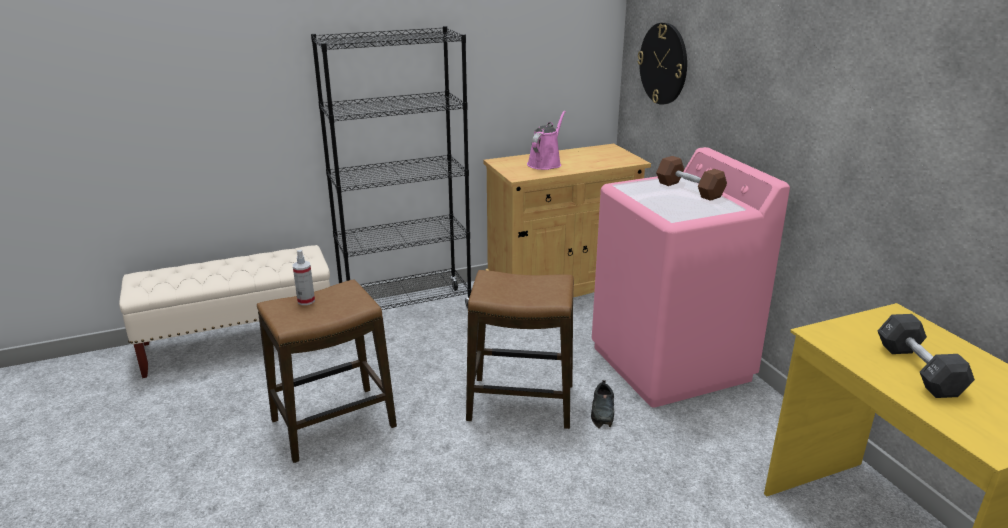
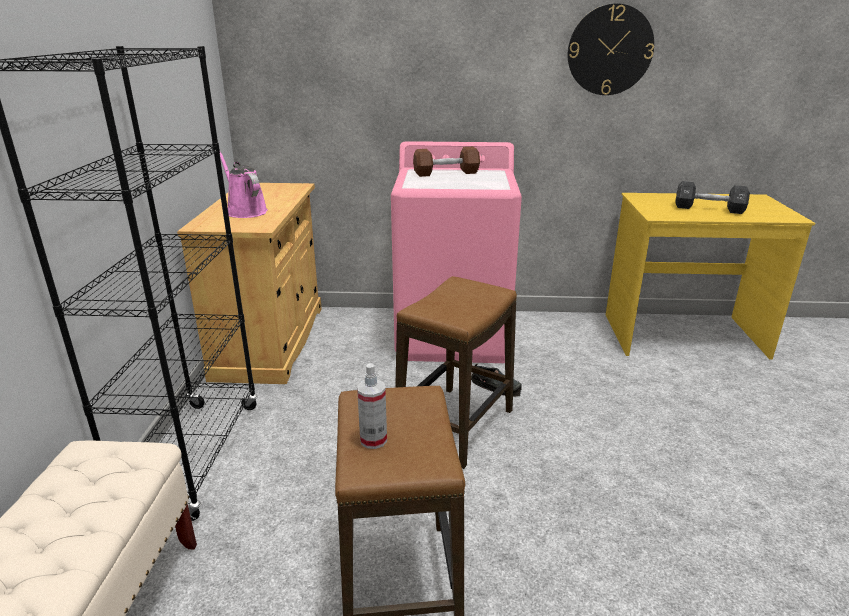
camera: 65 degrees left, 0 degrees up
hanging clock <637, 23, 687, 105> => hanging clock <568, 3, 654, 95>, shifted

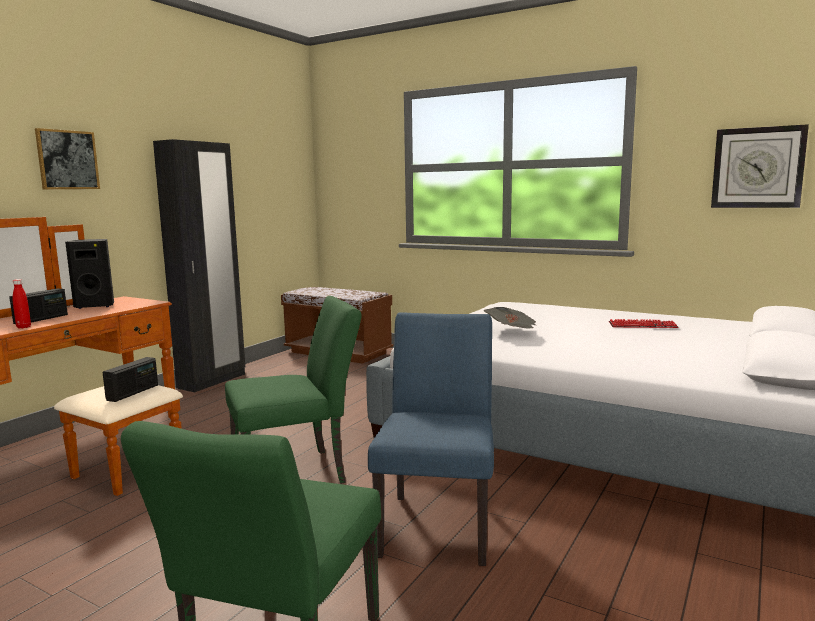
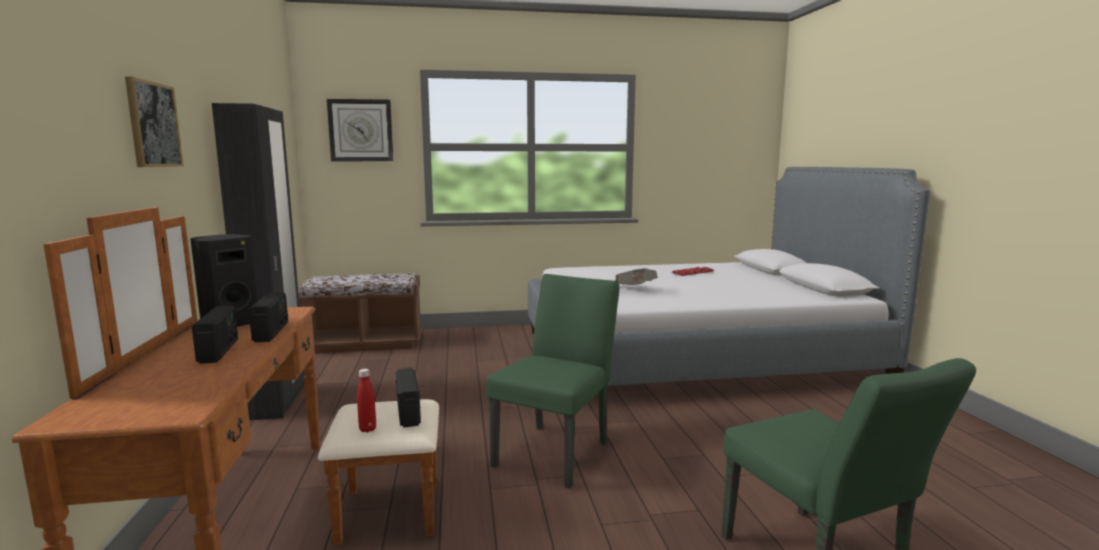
camera: 40 degrees left, 0 degrees up
hanging clock <711, 124, 809, 208> => hanging clock <327, 99, 393, 161>, shifted
reddish bottle <13, 279, 31, 328> => reddish bottle <357, 369, 376, 432>, shifted
blue-coloured chair <368, 312, 494, 566> => nothing
nothing => radio <249, 292, 288, 342>

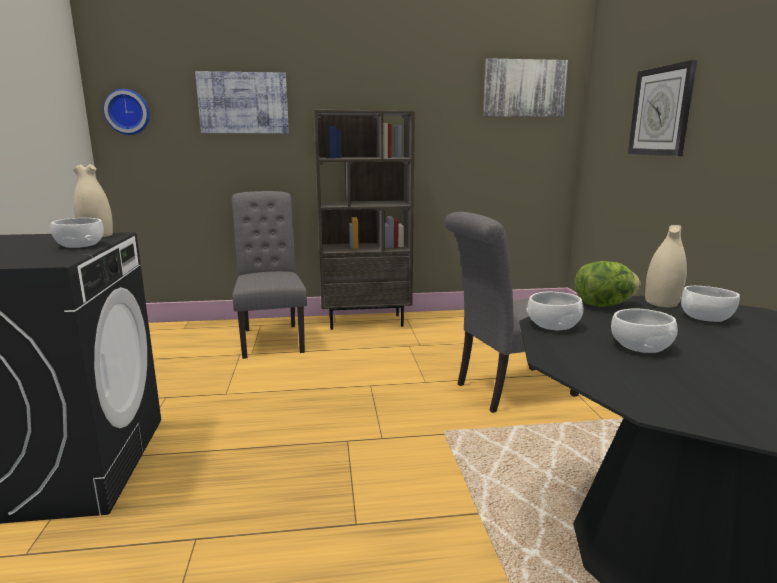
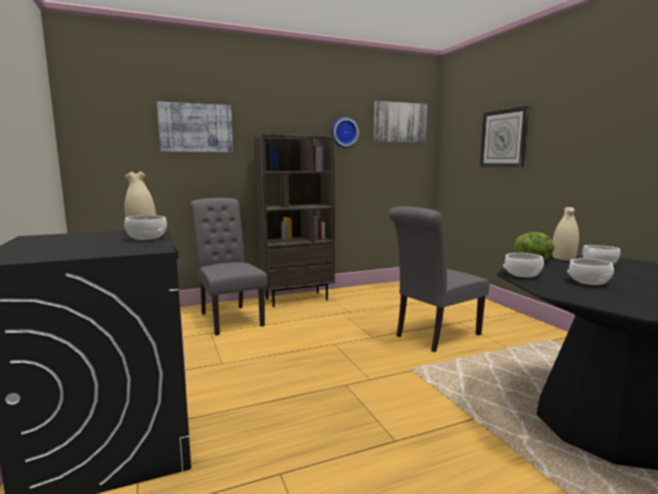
camera: 15 degrees left, 5 degrees down
hanging clock <103, 89, 150, 135> => hanging clock <331, 117, 359, 148>, shifted

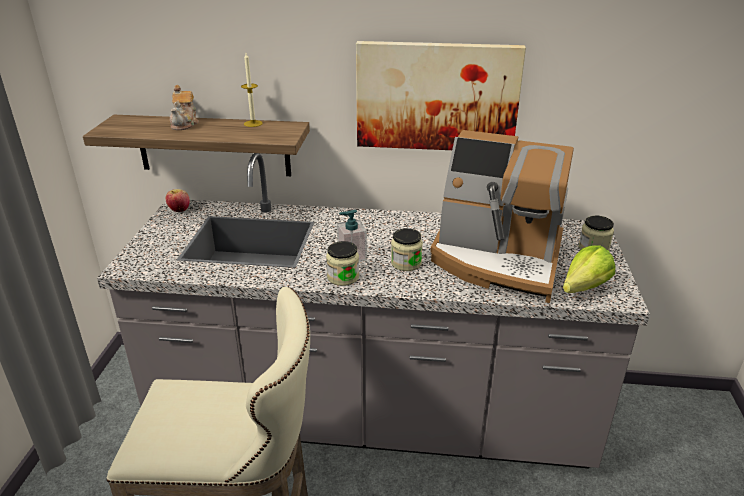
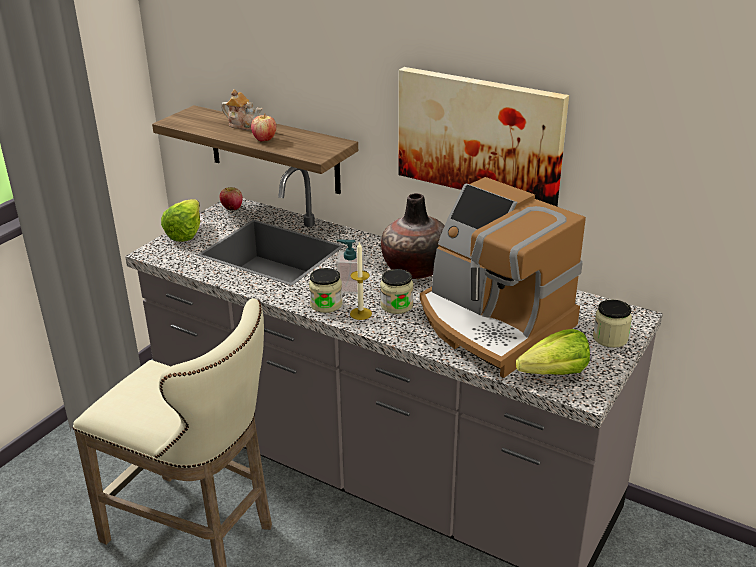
camera: 25 degrees right, 0 degrees up
candle <241, 53, 263, 127> => candle <350, 242, 372, 320>, shifted
teapot <170, 85, 199, 130> => teapot <221, 89, 262, 131>, 90 degrees counterclockwise
nothing => apple <251, 113, 276, 141>
nothing => vase <381, 193, 445, 279>
nothing => lettuce head <161, 199, 200, 242>

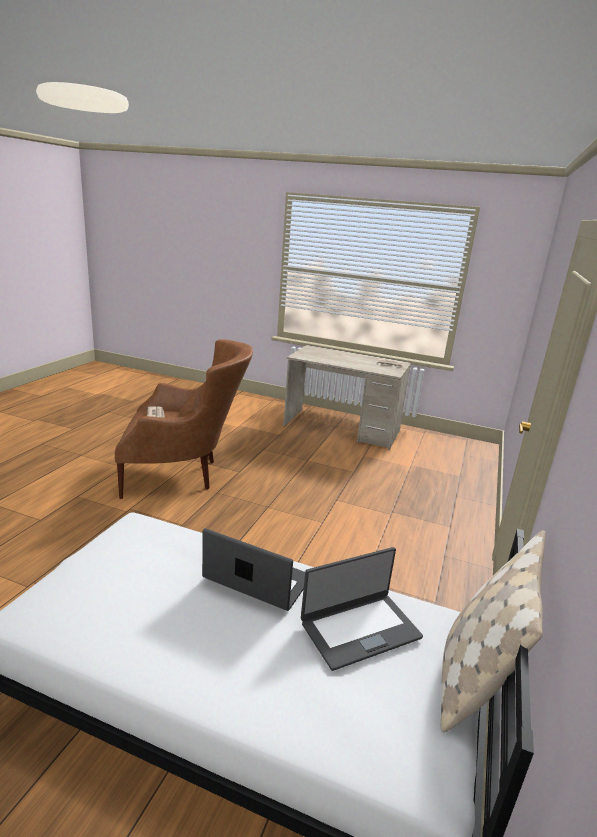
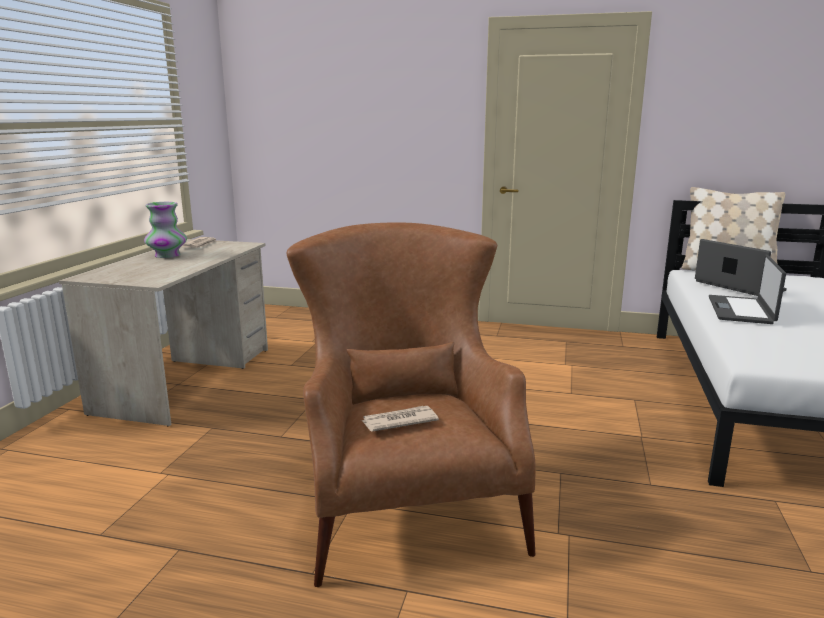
camera: 95 degrees left, 5 degrees down
nothing => vase <144, 202, 187, 258>

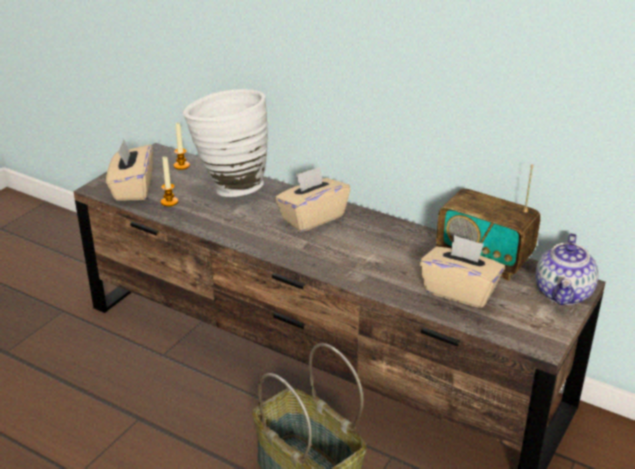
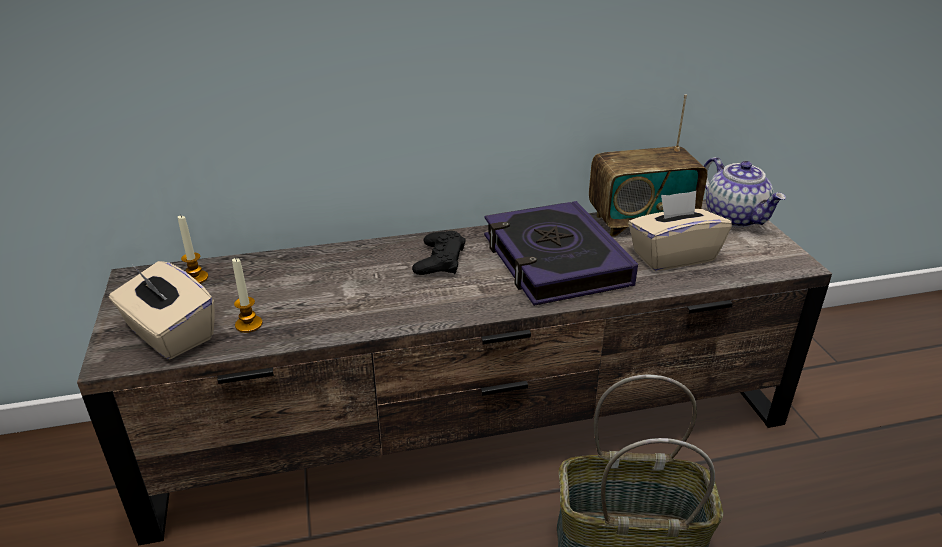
camera: 45 degrees left, 0 degrees up
white-coloured vase <183, 89, 268, 197> => nothing
beige-coloured box of tissues <275, 166, 350, 232> => black-coloured gamepad <412, 231, 466, 275>
nothing => volume <484, 201, 638, 306>

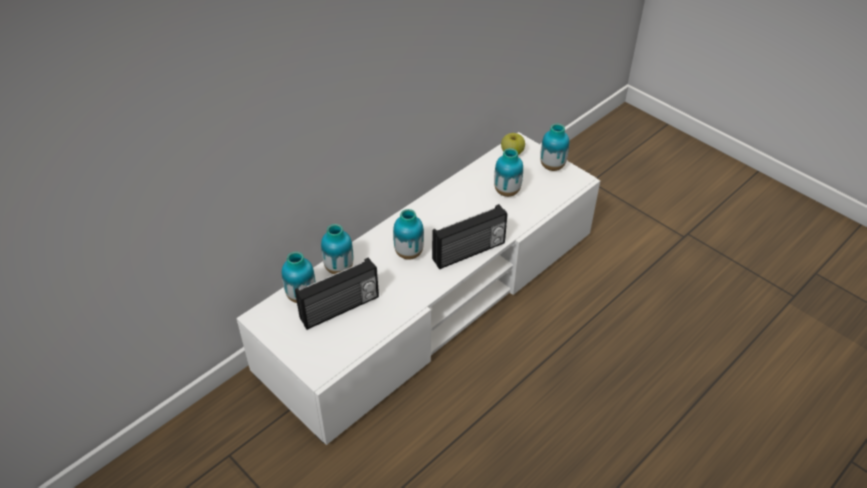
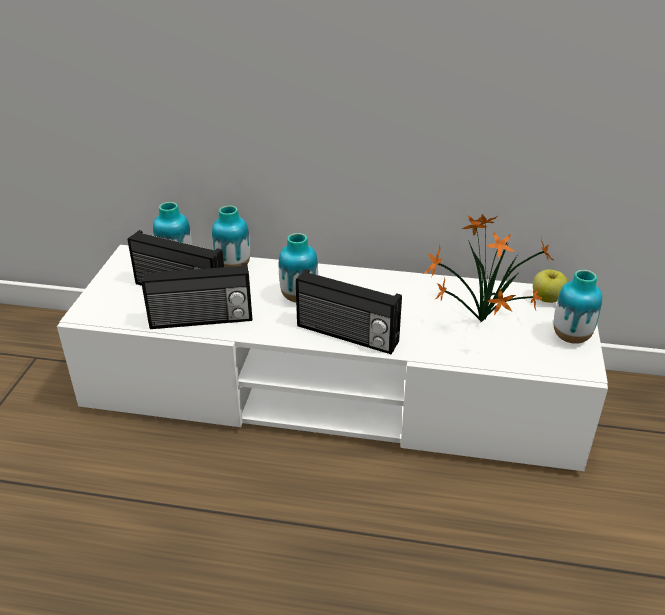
camera: 55 degrees right, 10 degrees down
vase <494, 148, 523, 197> => plant in a pot <423, 214, 555, 322>
nothing => radio <142, 263, 252, 329>

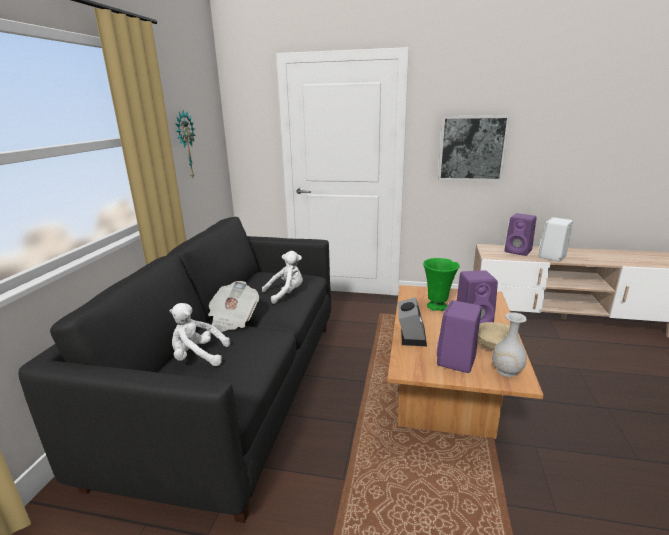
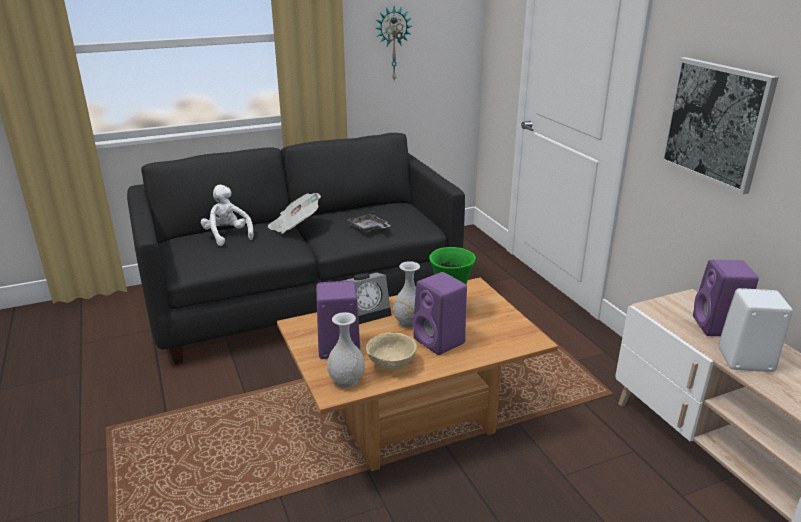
camera: 55 degrees right, 5 degrees up
white-coloured soft toy <262, 251, 303, 304> => grey serving tray <348, 211, 391, 233>
nothing => white-coloured vase <393, 261, 420, 328>

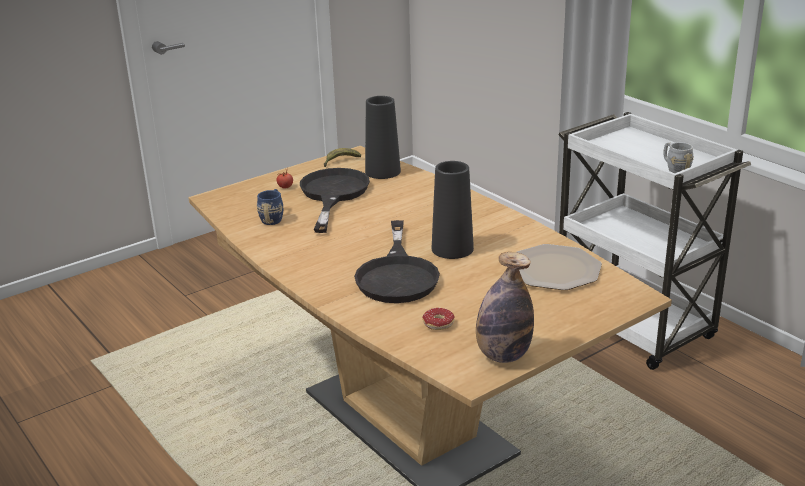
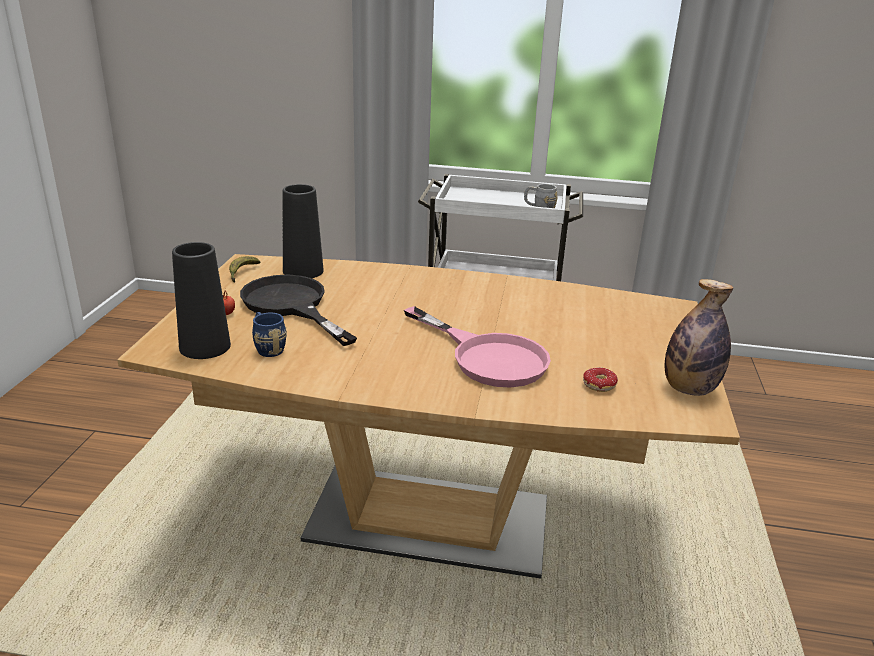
camera: 45 degrees left, 0 degrees up
black-coloured vase <432, 161, 474, 259> => black-coloured vase <172, 242, 231, 359>, shifted
black-coloured pan <354, 220, 440, 303> => pink-coloured pan <404, 306, 551, 388>
flat dish <517, 244, 602, 290> => nothing

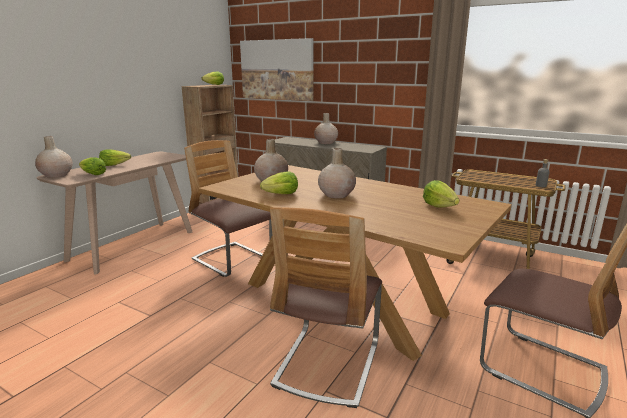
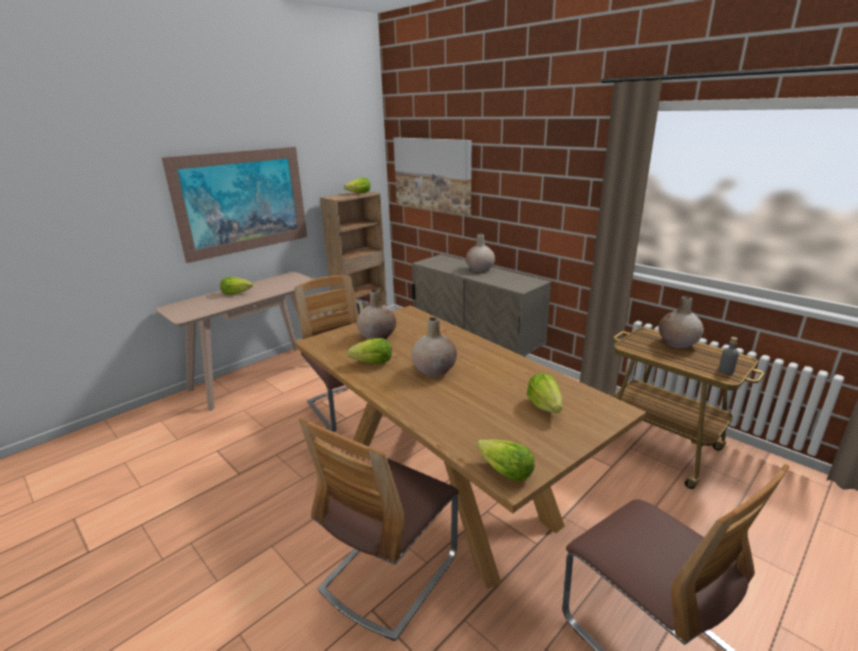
camera: 15 degrees right, 5 degrees up
beige-coloured vase <35, 136, 73, 178> => beige-coloured vase <659, 296, 704, 348>, shifted
lettuce head <79, 157, 106, 175> => lettuce head <476, 439, 534, 481>, shifted
nothing => picture <162, 147, 307, 263>

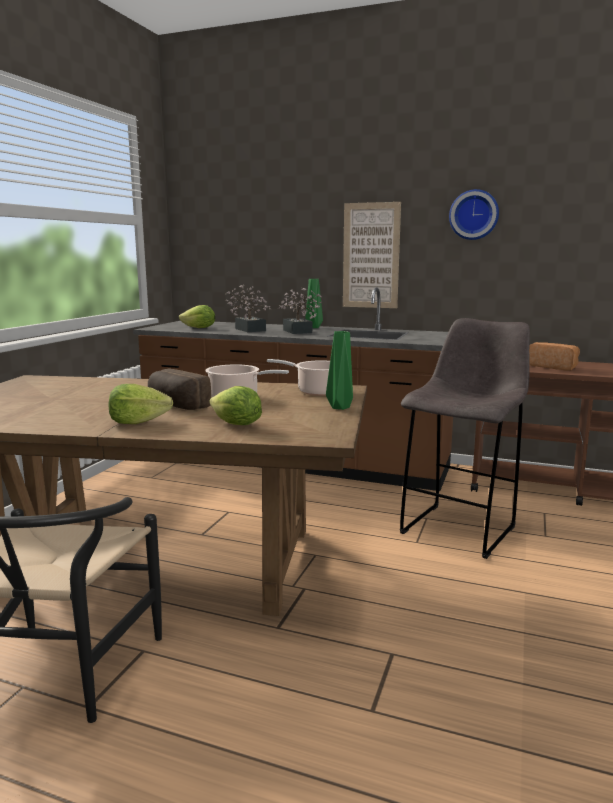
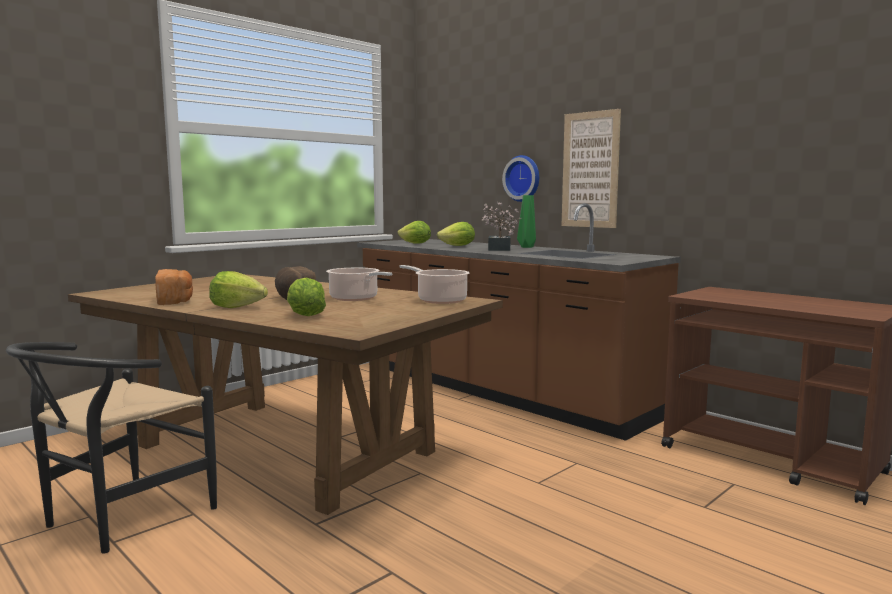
camera: 25 degrees right, 5 degrees down
hanging clock <449, 189, 499, 240> => hanging clock <502, 155, 539, 202>, shifted
plant in a pot <226, 285, 272, 332> => lettuce head <437, 222, 475, 246>
grey stool <400, 318, 530, 559> => nothing
green vase <326, 331, 353, 410> => nothing
baked bread <529, 342, 580, 370> => baked bread <155, 269, 193, 305>, shifted

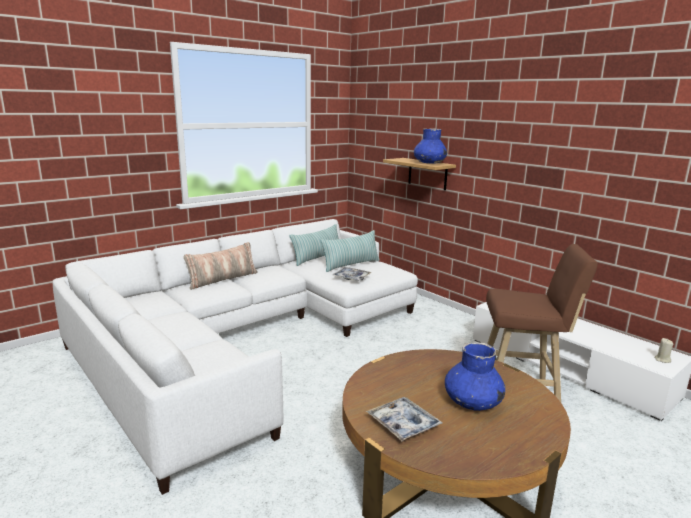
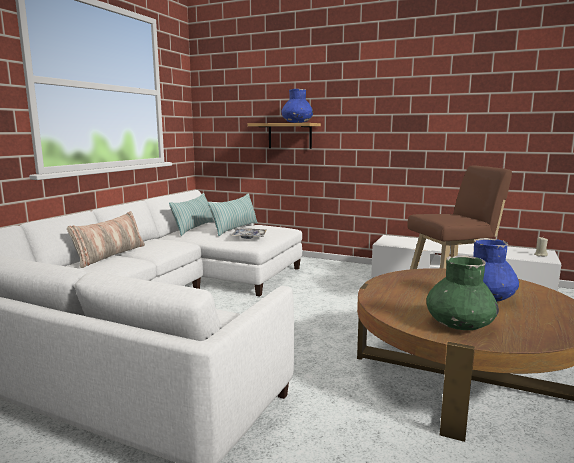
camera: 25 degrees left, 5 degrees down
serving tray <366, 397, 442, 441> => green vase <427, 255, 499, 330>

